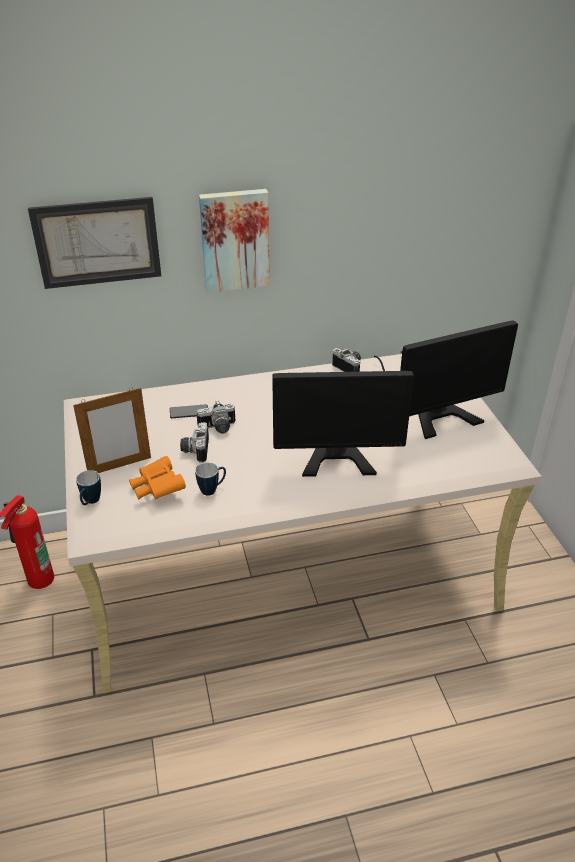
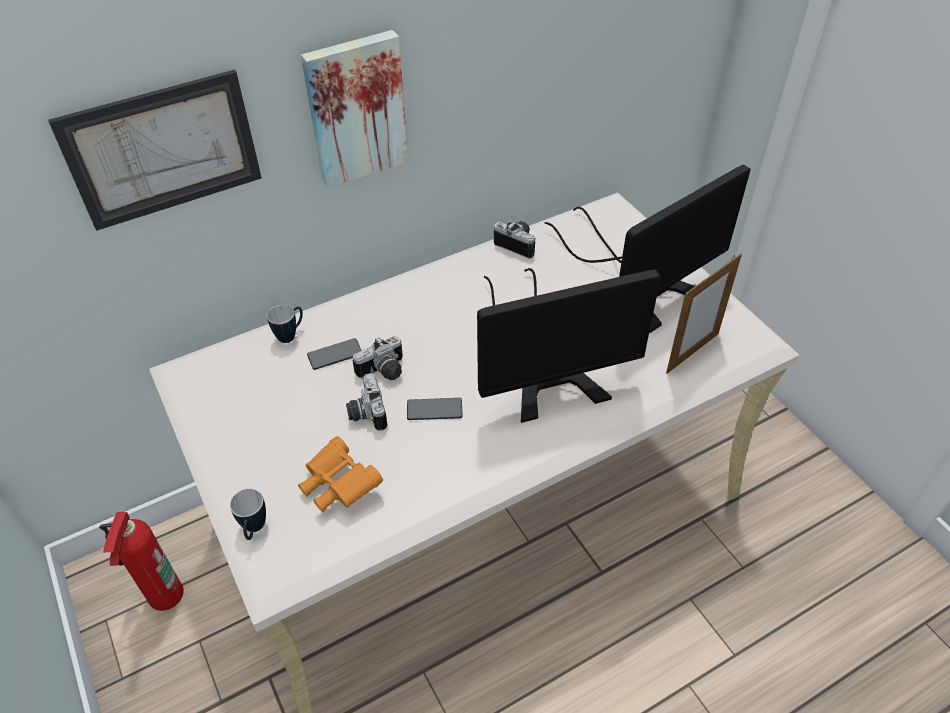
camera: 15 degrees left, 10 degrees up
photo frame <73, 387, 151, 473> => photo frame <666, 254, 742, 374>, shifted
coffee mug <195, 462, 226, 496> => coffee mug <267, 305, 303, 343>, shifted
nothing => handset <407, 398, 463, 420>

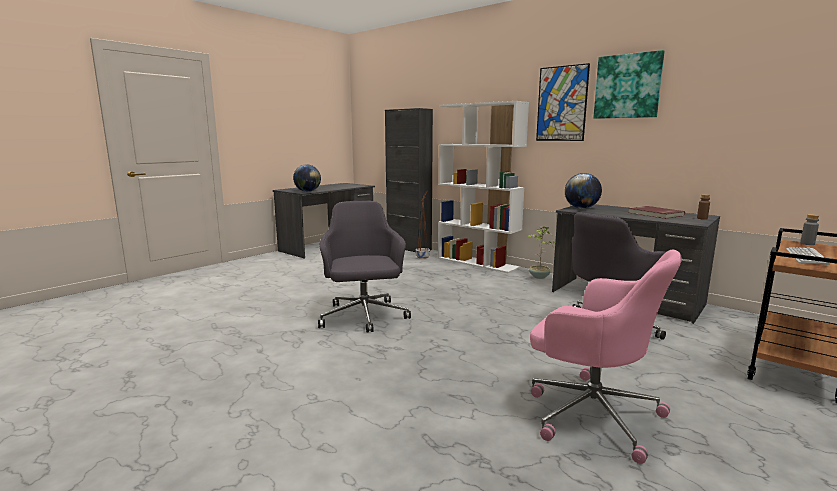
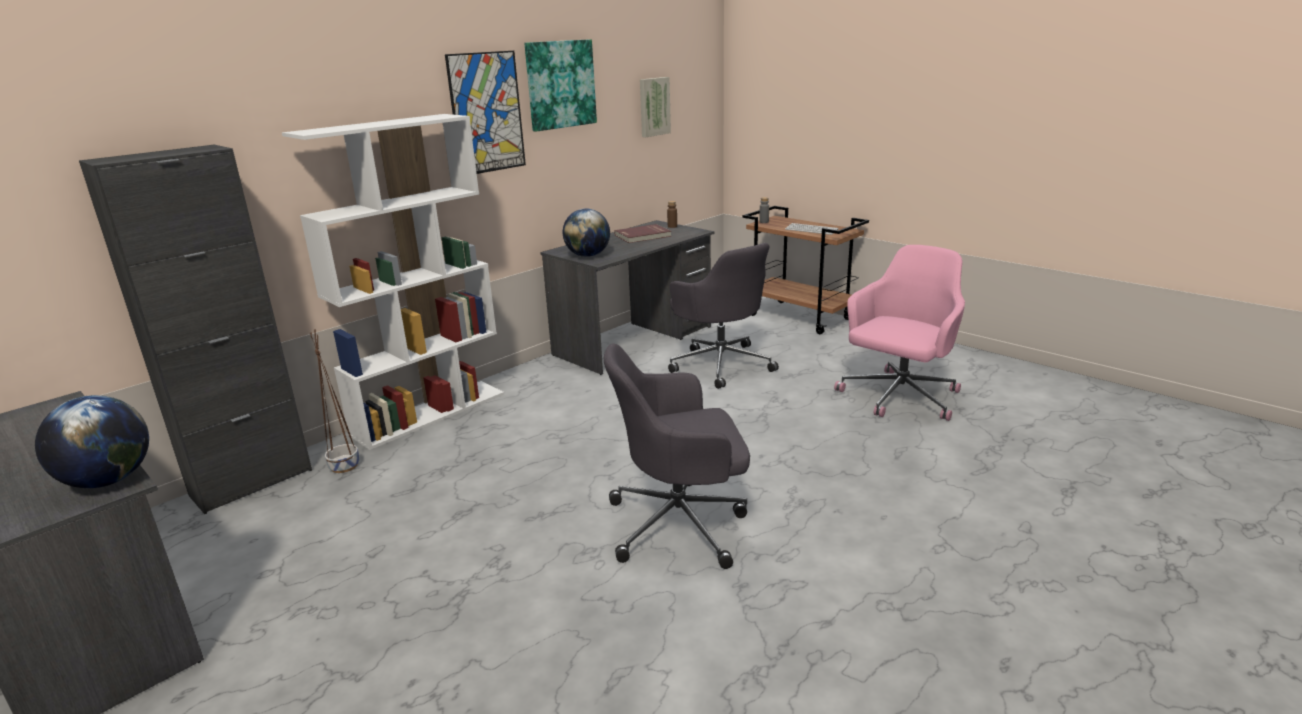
camera: 85 degrees left, 10 degrees up
plant in a pot <527, 226, 555, 279> => nothing
nothing => picture <640, 77, 671, 137>

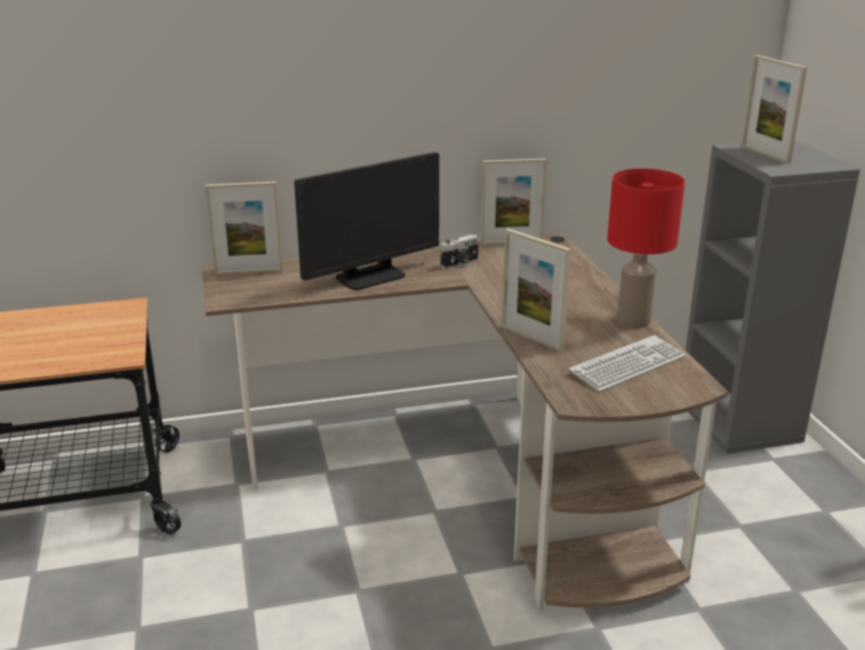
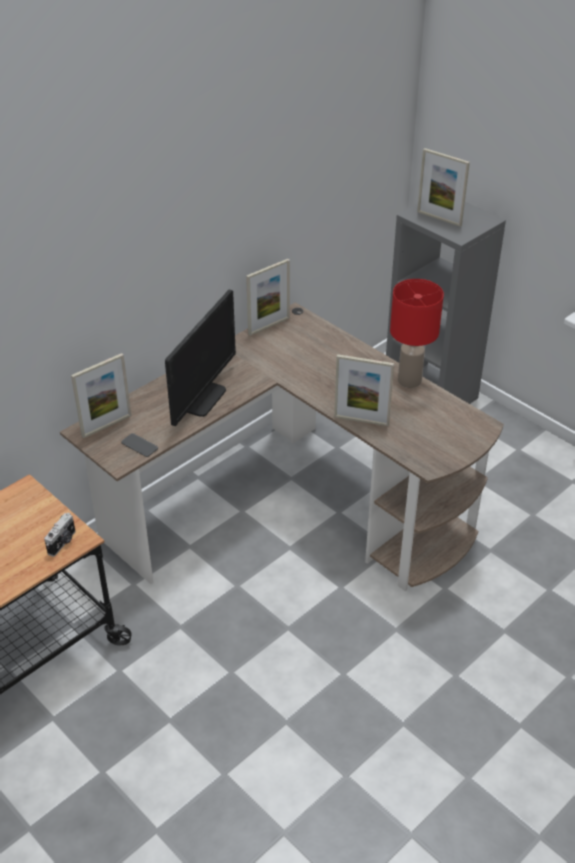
camera: 30 degrees left, 15 degrees up
photo camera <441, 234, 479, 269> => photo camera <44, 513, 76, 557>, shifted
PC keyboard <569, 335, 685, 392> => nothing
nothing => handset <121, 433, 158, 457>

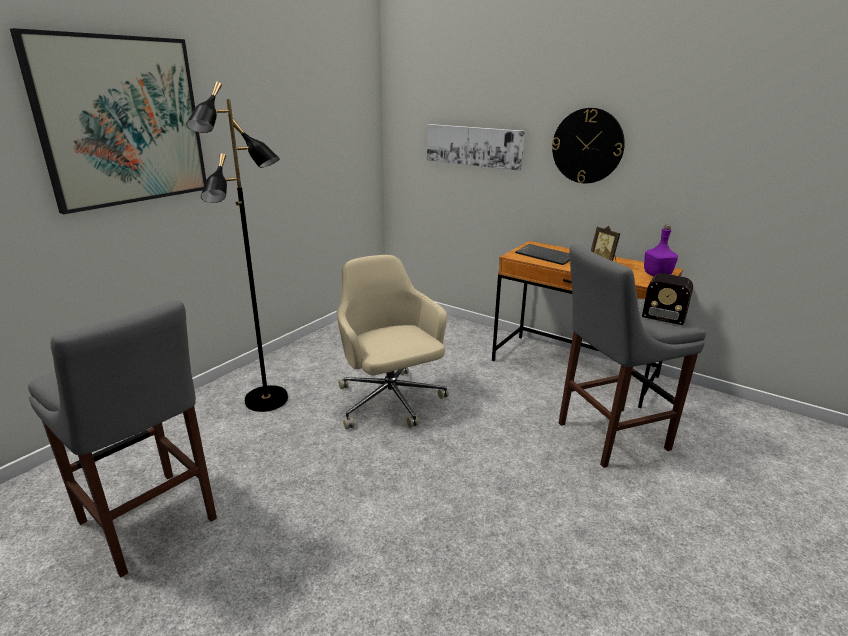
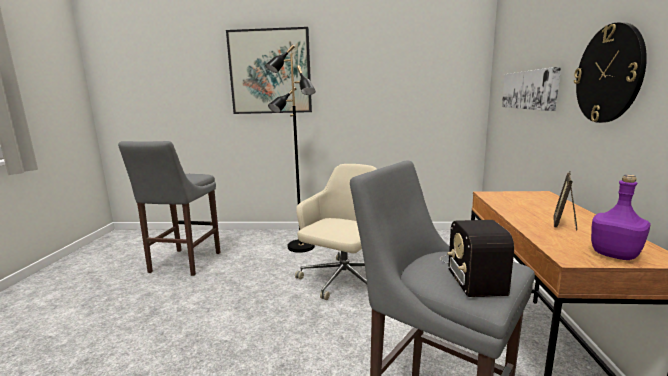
camera: 60 degrees right, 10 degrees down
PC keyboard <515, 244, 570, 265> => nothing

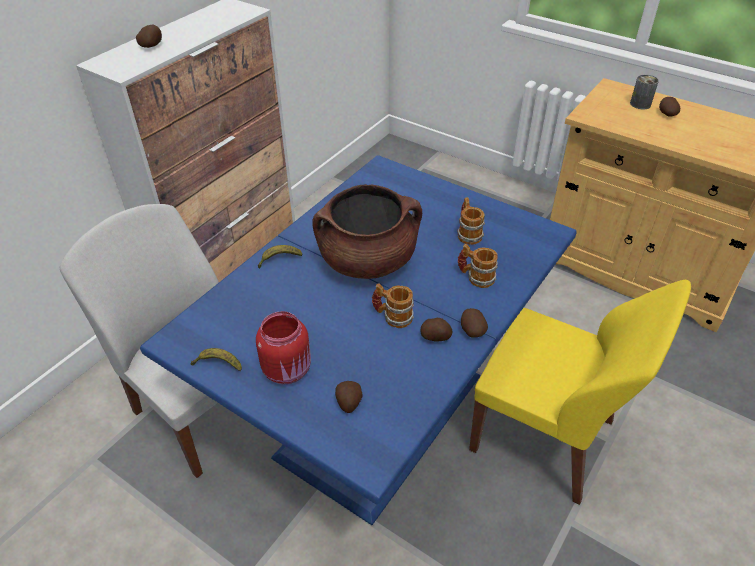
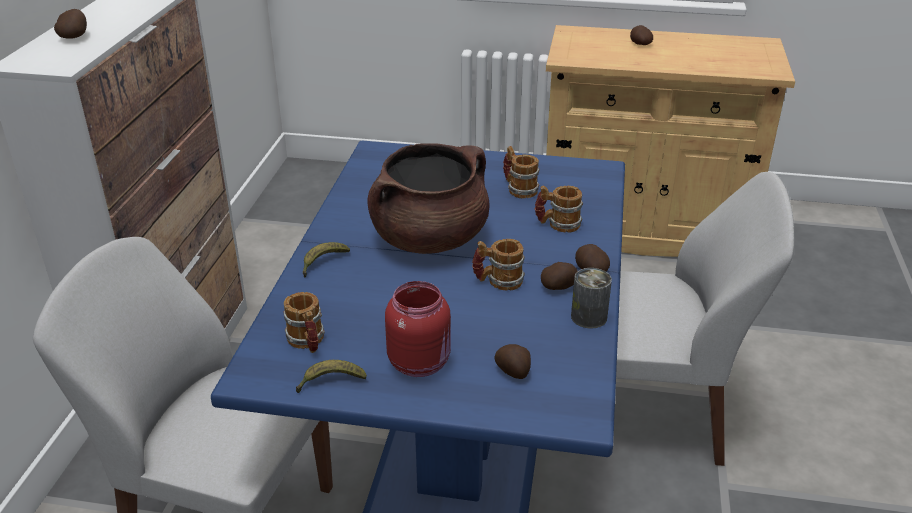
camera: 25 degrees left, 10 degrees down
can <630, 75, 659, 109> => can <571, 268, 612, 328>, shifted
yellow-coloured chair <469, 280, 691, 505> => white-coloured chair <616, 172, 794, 466>
nothing => coffee mug <283, 292, 325, 353>

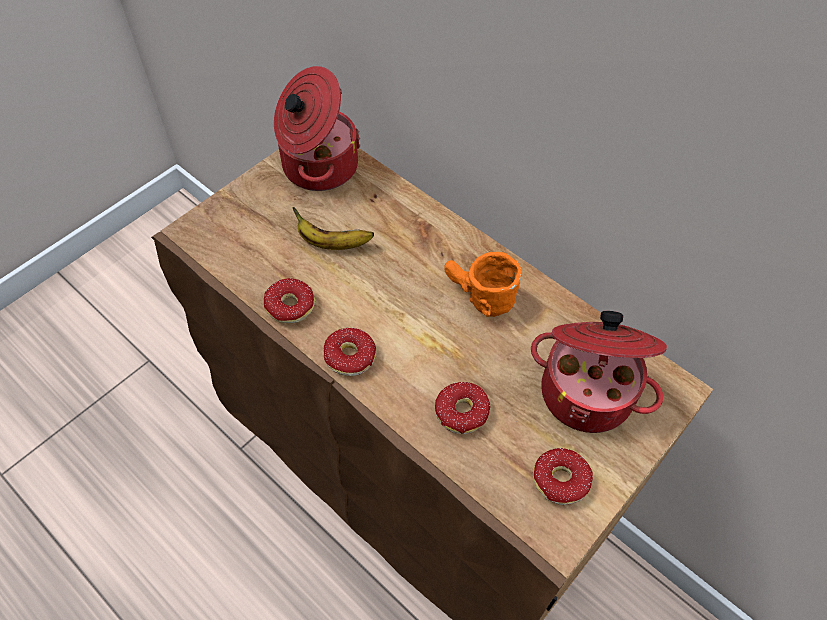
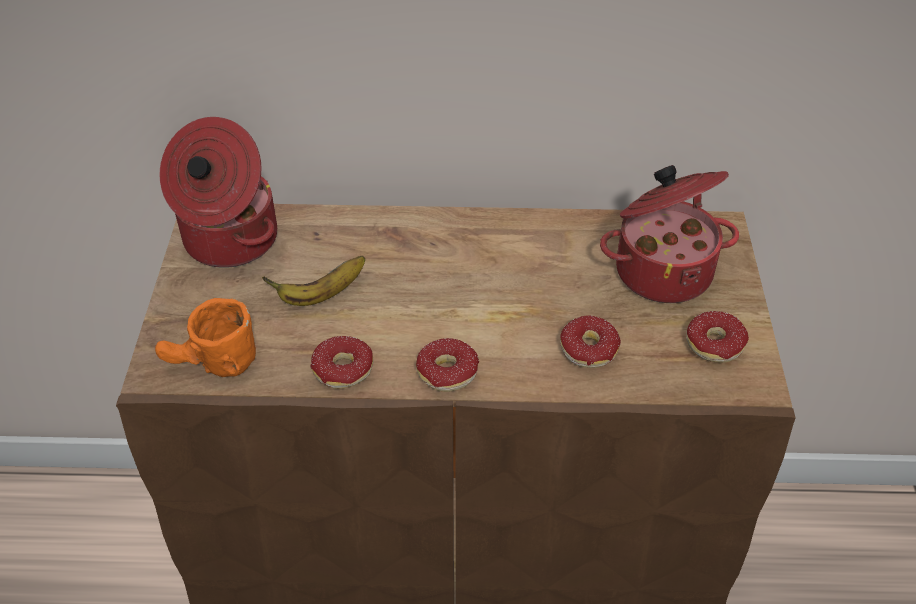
camera: 40 degrees left, 10 degrees down
orangey coffee mug <444, 252, 522, 317> => orangey coffee mug <155, 298, 256, 377>, shifted

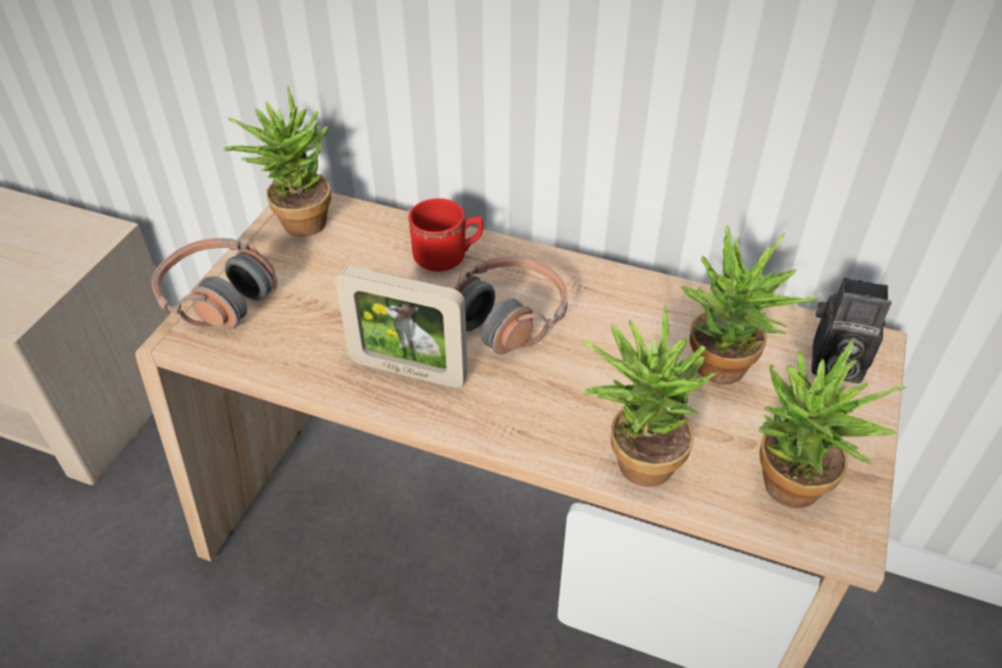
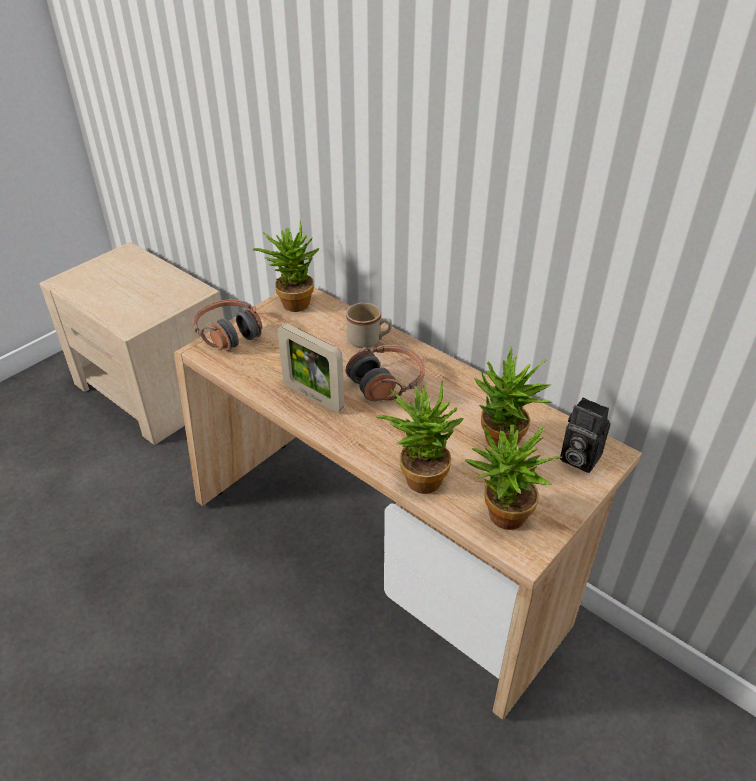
camera: 20 degrees right, 5 degrees down
reddish coffee mug <408, 198, 483, 272> => beige-coloured coffee mug <346, 303, 392, 348>

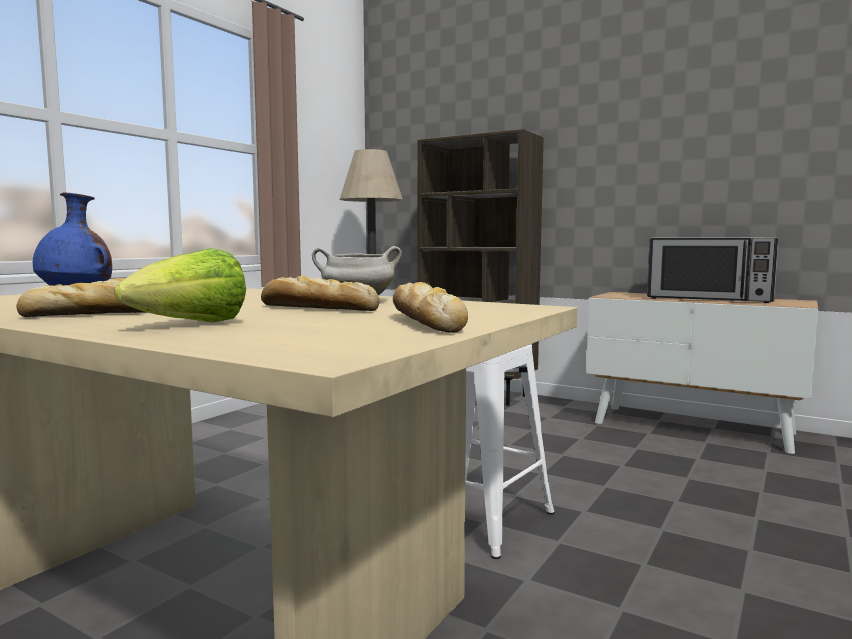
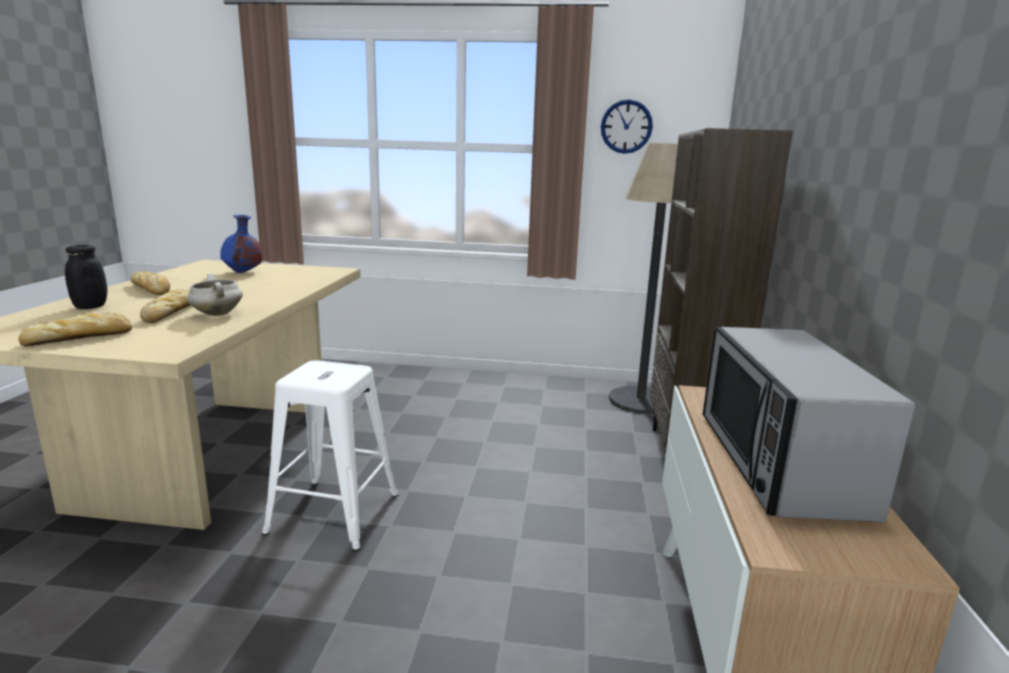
camera: 65 degrees right, 10 degrees up
lettuce head <115, 248, 246, 322> => black-coloured jar <65, 245, 107, 309>
nothing => hanging clock <601, 100, 653, 154>

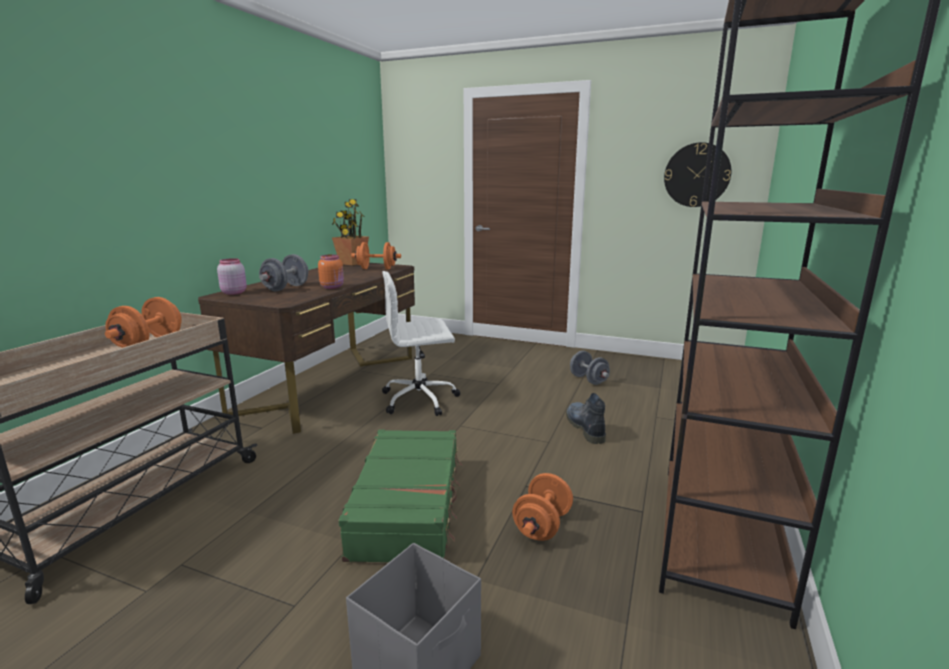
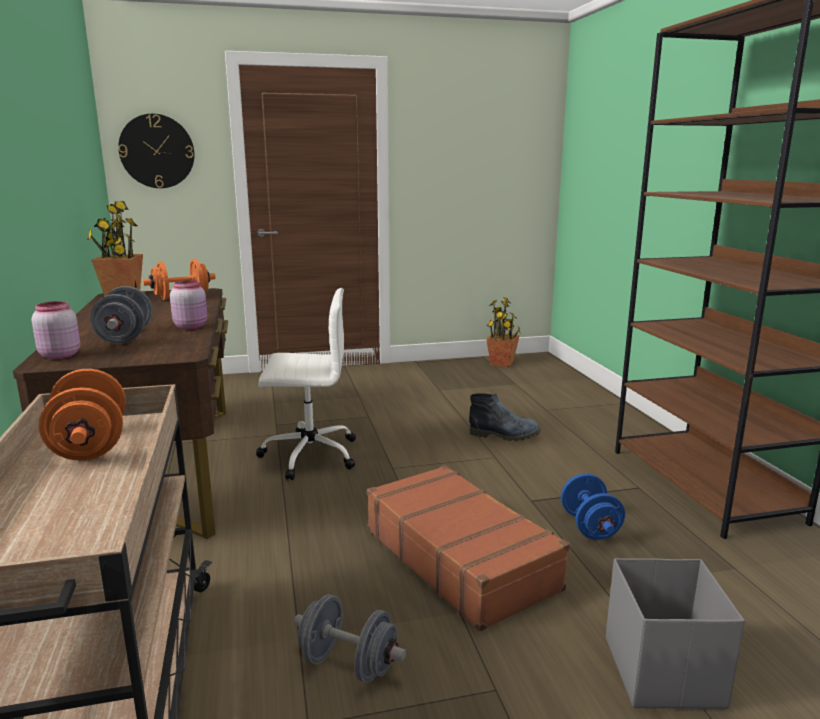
camera: 35 degrees left, 0 degrees up
hanging clock <664, 142, 731, 207> => hanging clock <118, 114, 194, 188>, shifted
orangey jar <318, 255, 344, 289> => pink-coloured jar <170, 280, 207, 330>
white-coloured office chair <382, 271, 460, 416> => white-coloured office chair <256, 288, 356, 480>, 135 degrees counterclockwise
grey free weight <570, 351, 610, 385> => grey free weight <294, 594, 406, 683>, shifted
boot <566, 393, 606, 444> => boot <469, 393, 541, 441>, 150 degrees clockwise
green travel case <338, 429, 462, 562> => brown-coloured travel case <367, 465, 570, 632>
orangey free weight <512, 473, 573, 541> => blue-coloured free weight <561, 473, 625, 540>
nothing => plant in a pot <486, 297, 521, 367>

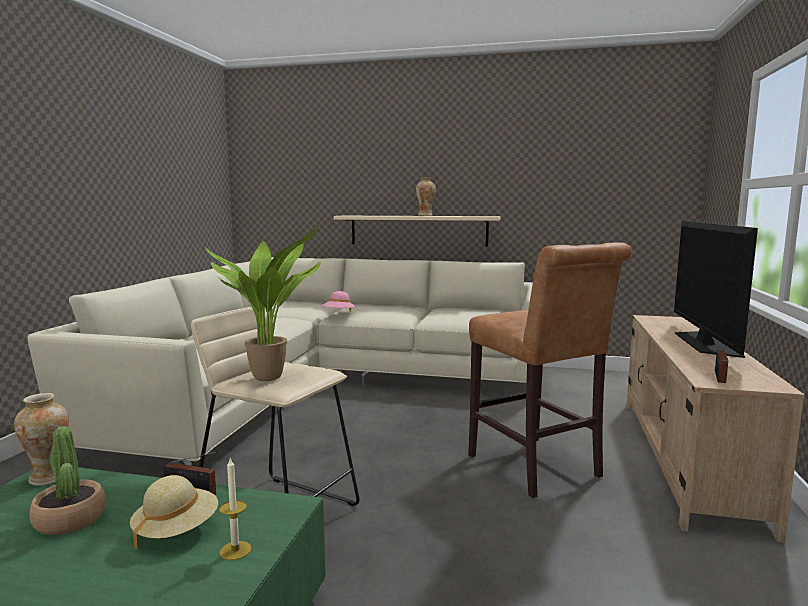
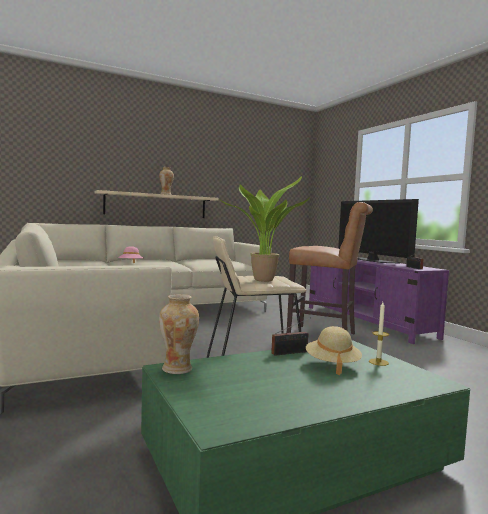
camera: 40 degrees left, 5 degrees down
beige-coloured tv stand <627, 315, 805, 543> => purple tv stand <309, 260, 449, 344>
plant in a pot <29, 426, 106, 535> => nothing

